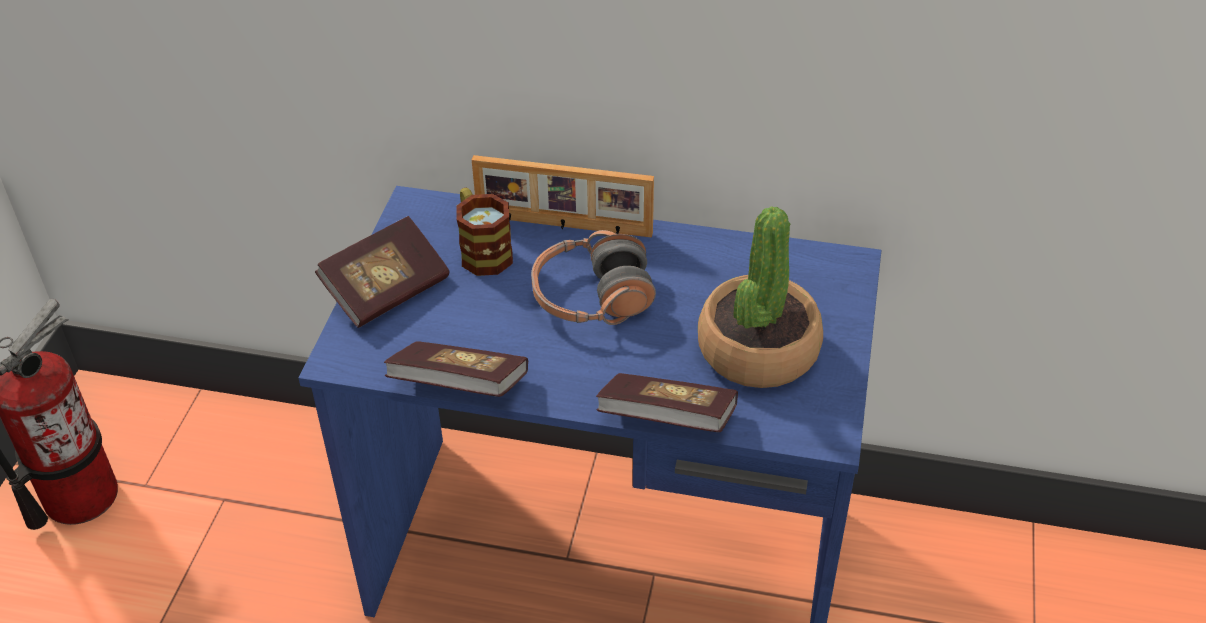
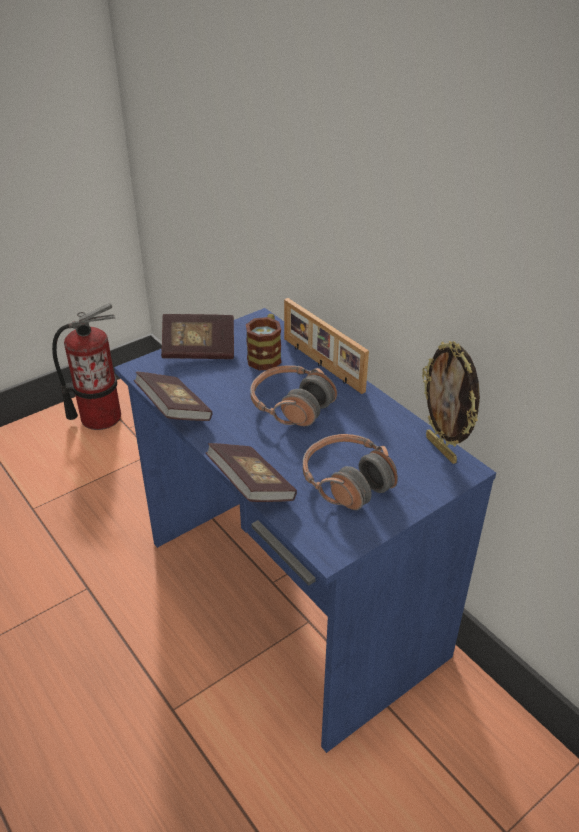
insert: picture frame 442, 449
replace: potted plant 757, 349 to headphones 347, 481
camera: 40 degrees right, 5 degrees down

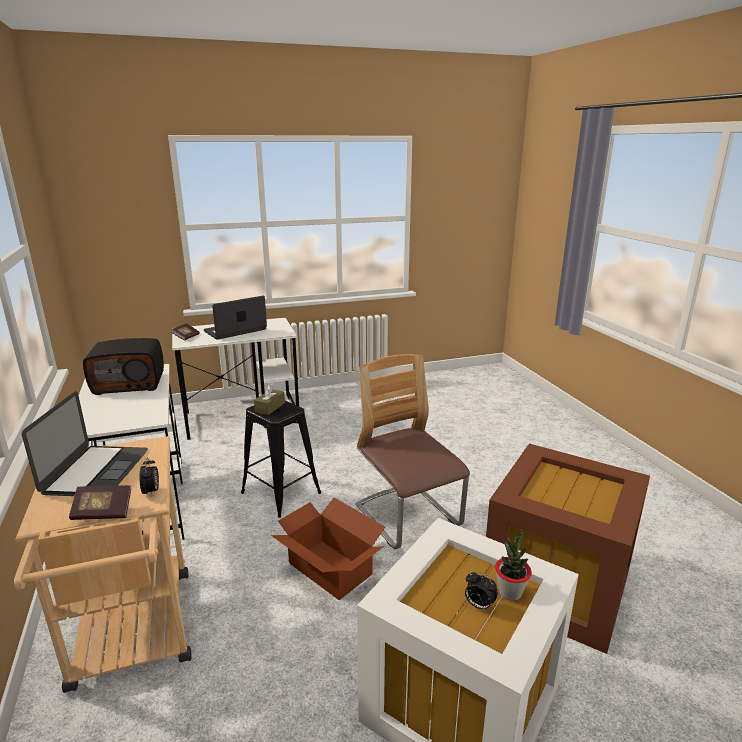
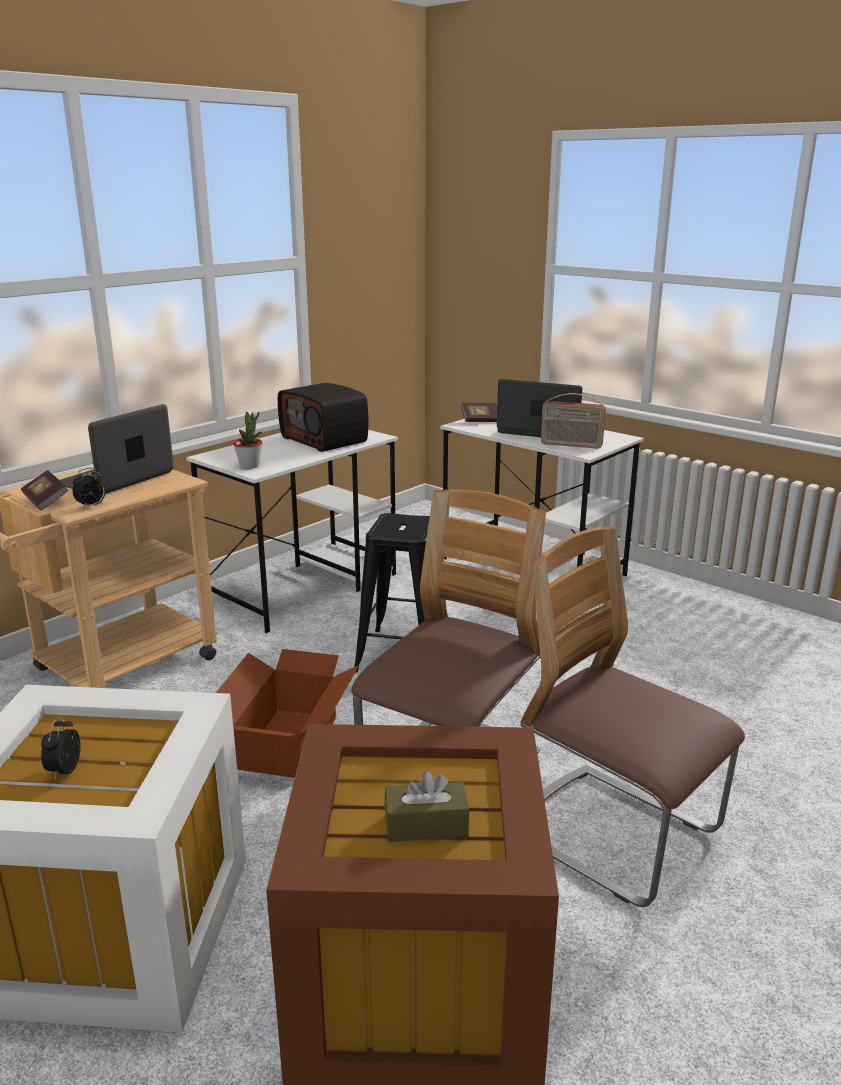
insert: chair 614, 835; radio 571, 445
move: brown tissue box 270, 407 to 426, 825; potted plant 510, 592 to 249, 466
rotate: laptop 96, 471 = 115, 478 150 degrees clockwise
camera: 60 degrees right, 0 degrees up

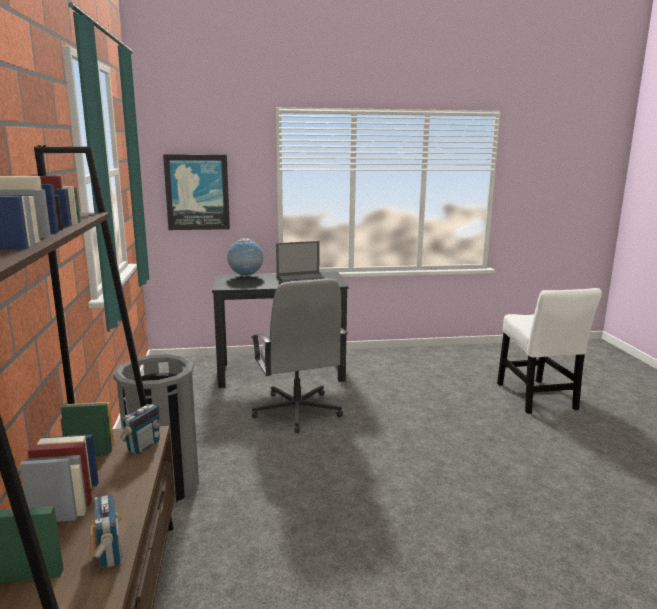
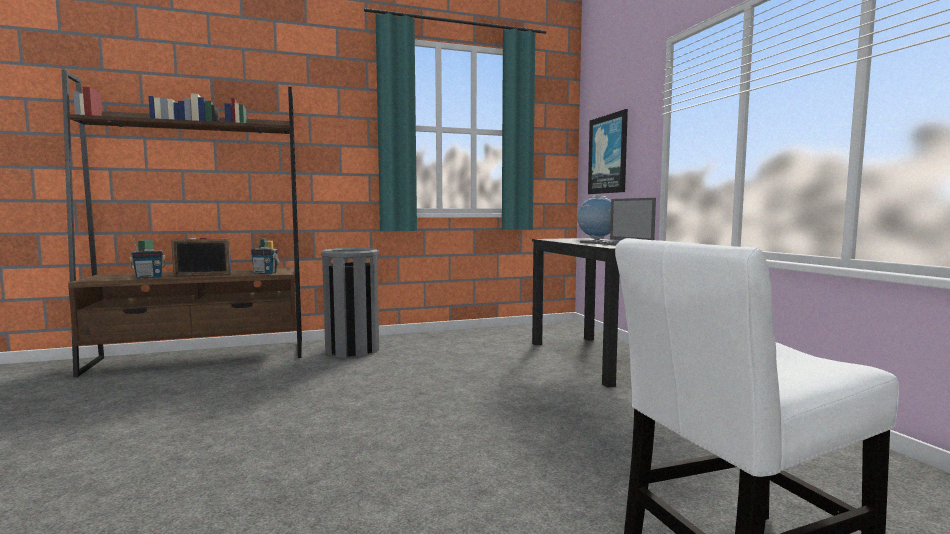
delete: grey office chair 297, 411
insert: picture frame 202, 275
camera: 80 degrees right, 10 degrees down

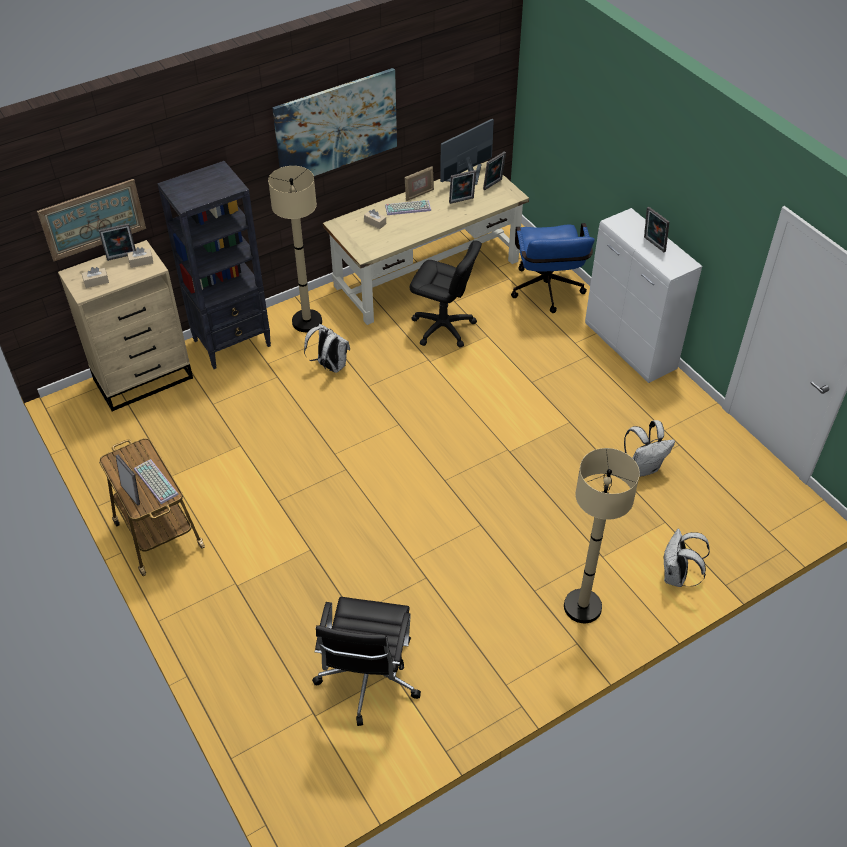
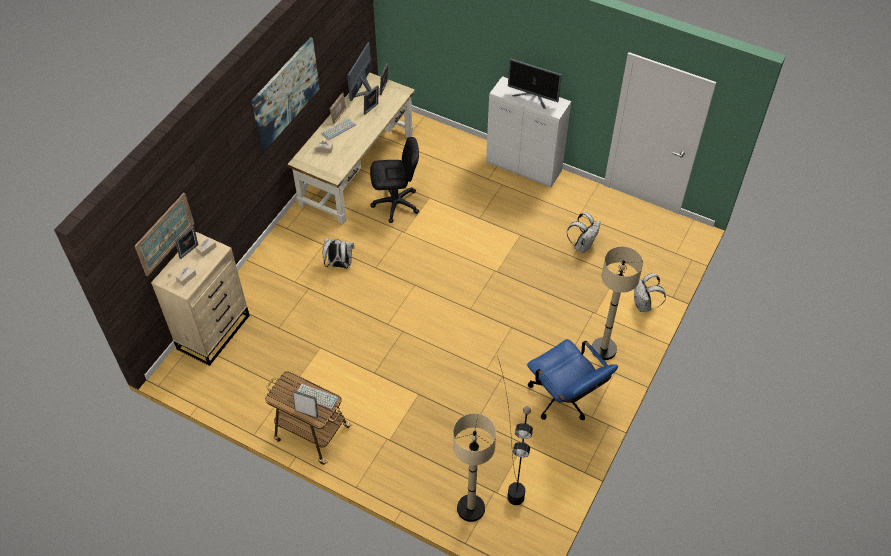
delete: black bookcase 233, 343
move: beige floor lamp 307, 322 to 471, 508; blue office chair 547, 293 to 565, 400
replace: black office chair 368, 679 to black floor lamp 511, 454; picture frame 653, 245 to monitor 533, 98
camera: 30 degrees left, 5 degrees up

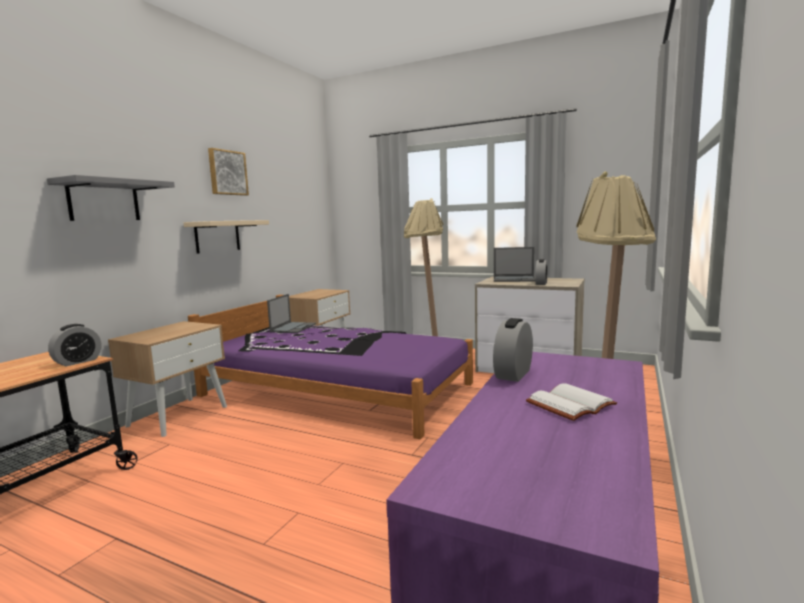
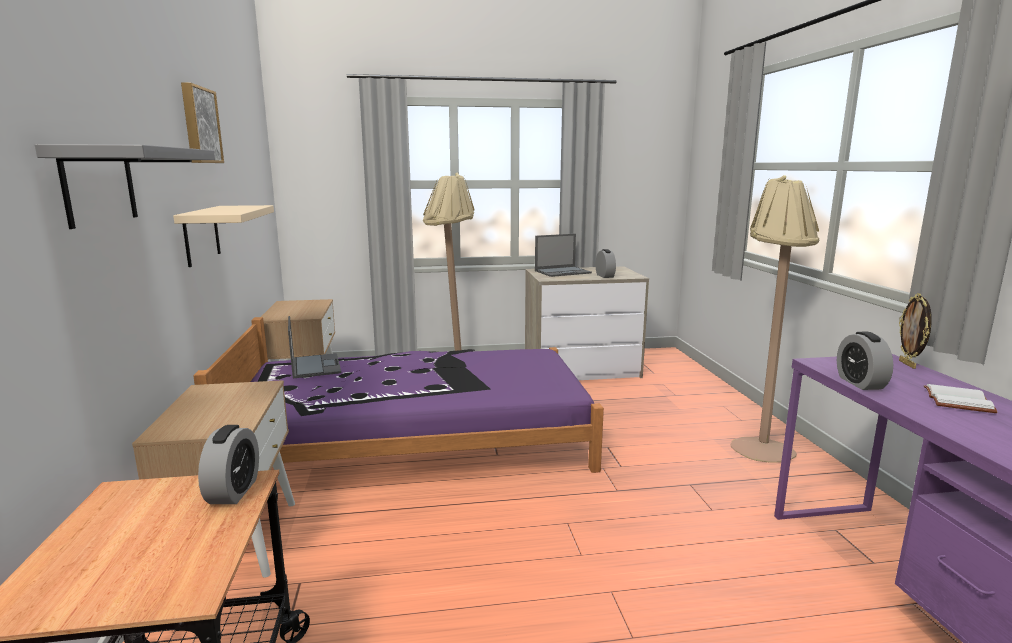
insert: picture frame 908, 364
camera: 35 degrees left, 5 degrees up

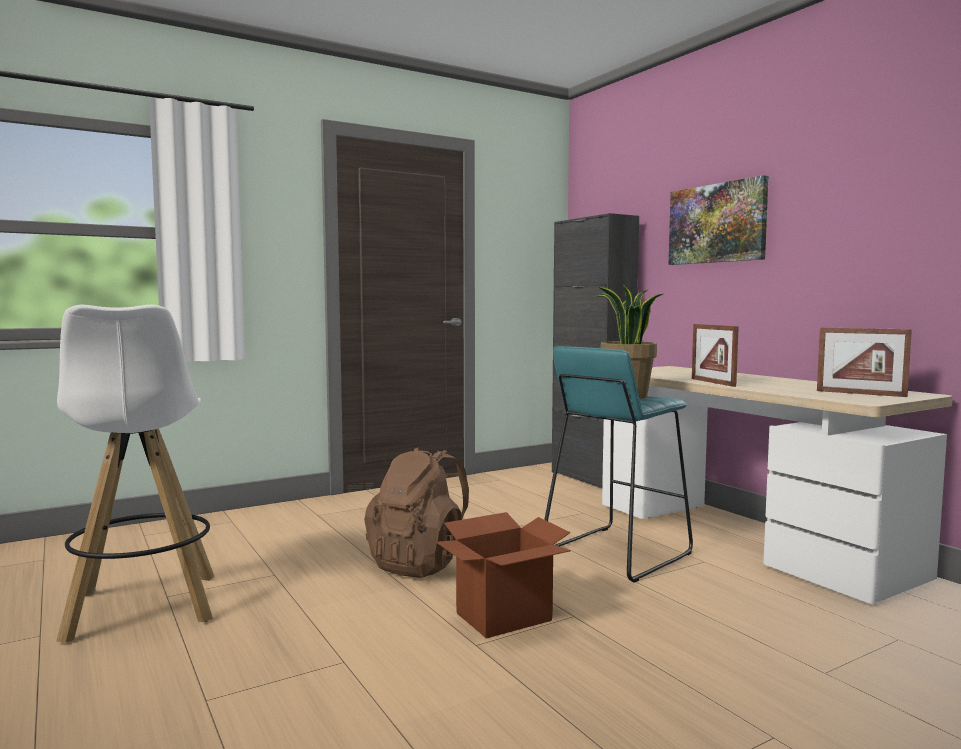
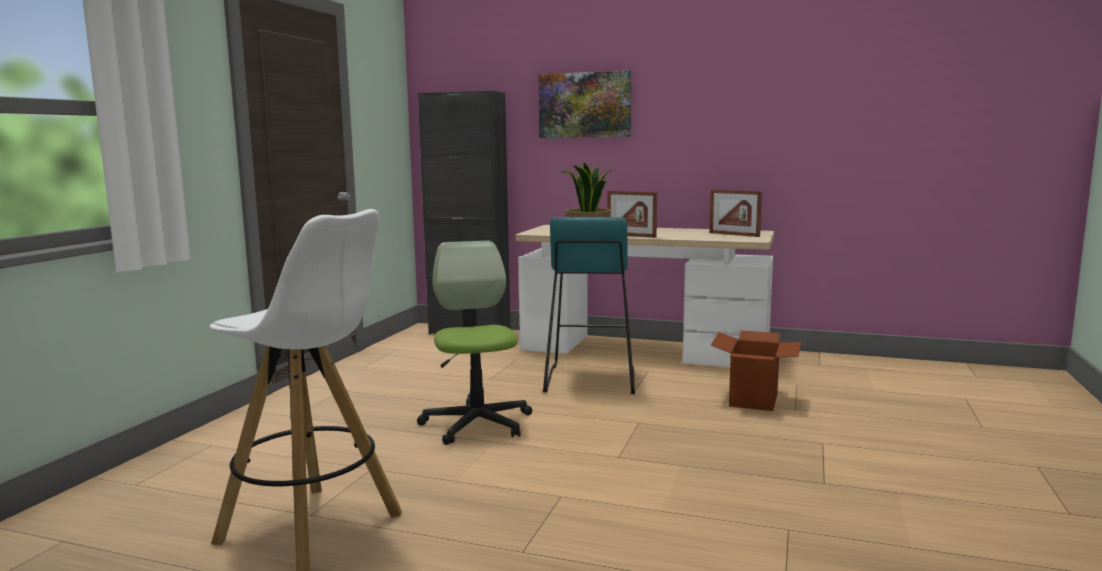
move: cardboard box 503, 617 to 753, 400
replace: brown backpack 423, 563 to office chair 477, 424
rotate: picture frame 860, 393 = 734, 234 45 degrees clockwise
camera: 40 degrees left, 5 degrees up

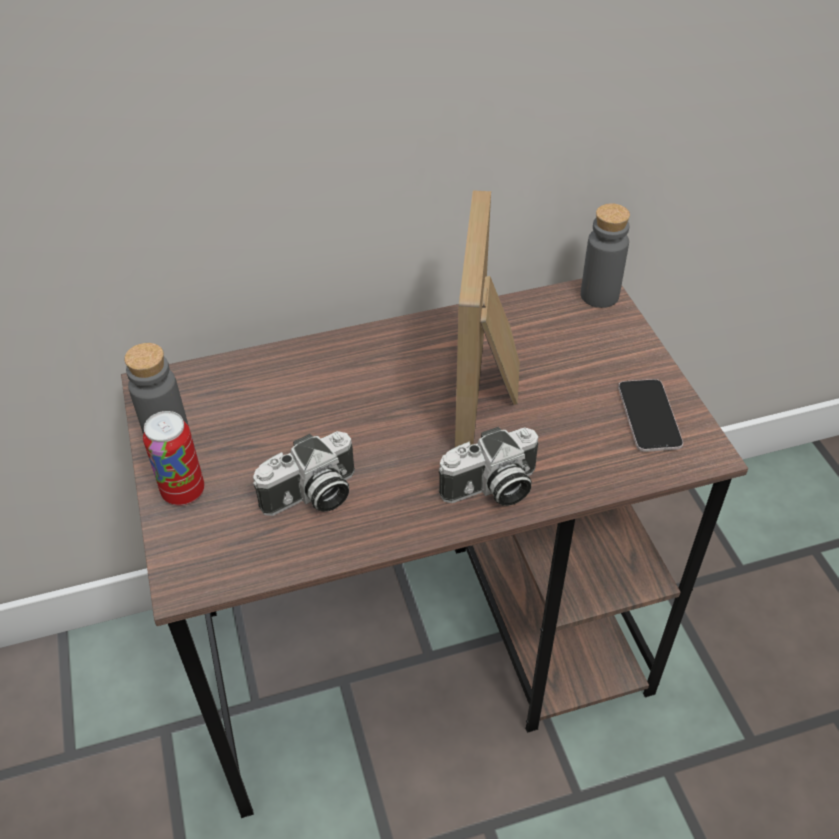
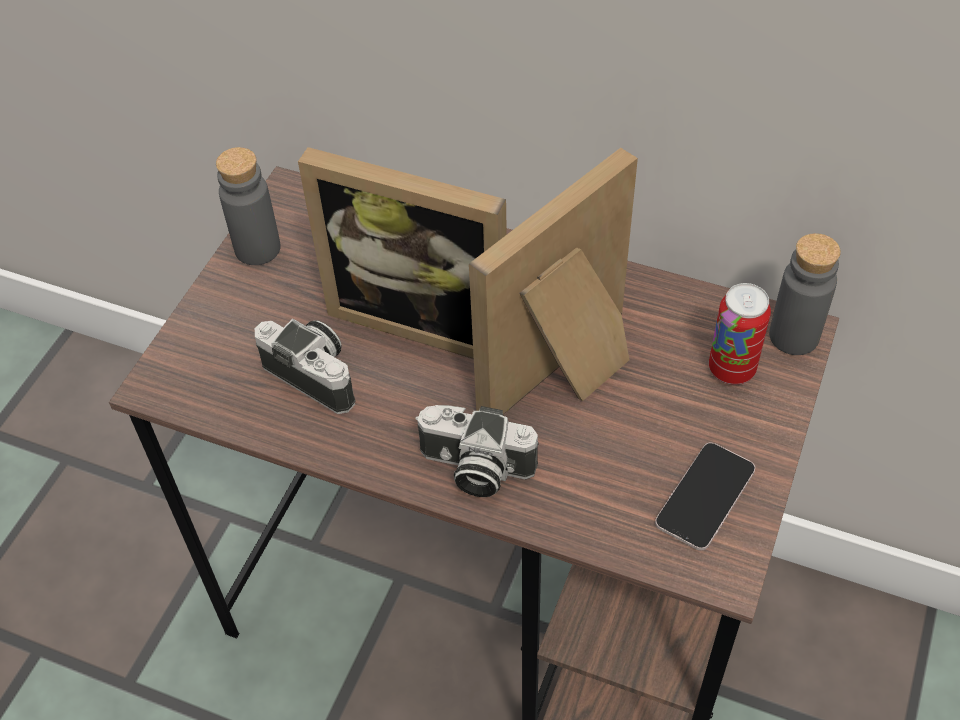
insert: picture frame 425, 317
move: can 183, 492 to 731, 369
rotate: photo camera 312, 497 = 317, 375 150 degrees counterclockwise
camera: 40 degrees right, 5 degrees up

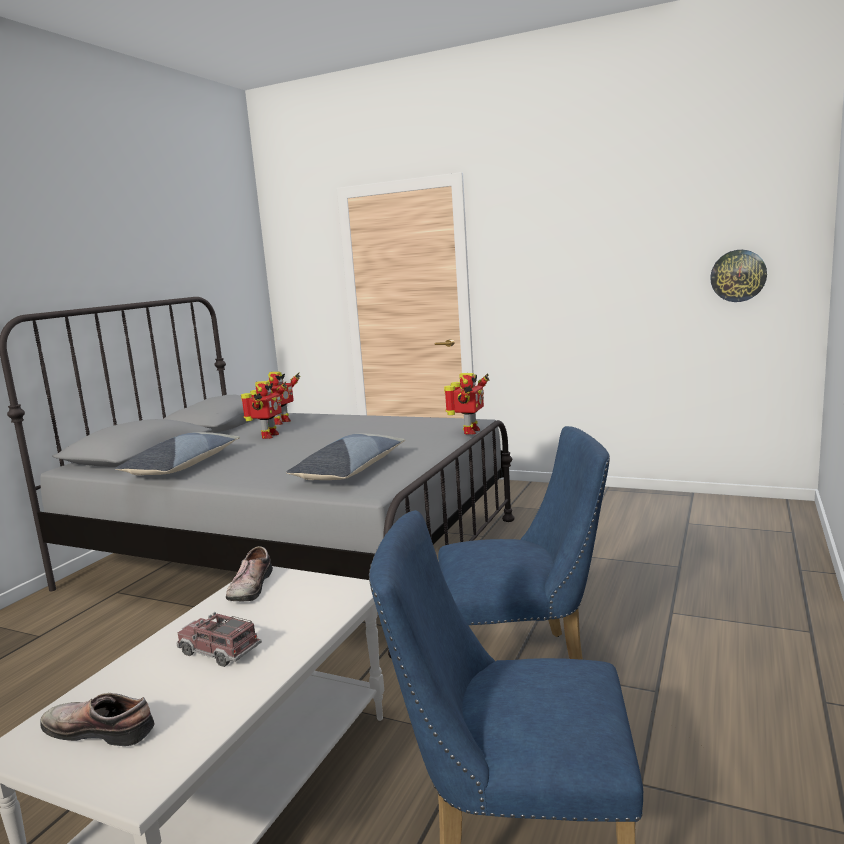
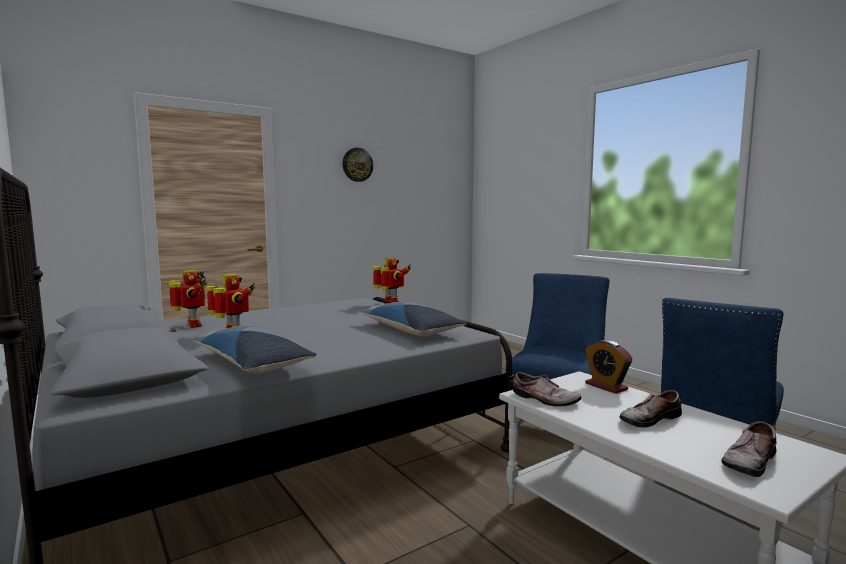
insert: alarm clock 606, 386
move: wall clock 738, 275 to 357, 164
replace: toy truck 219, 651 to shoe 648, 418
camera: 60 degrees left, 5 degrees down

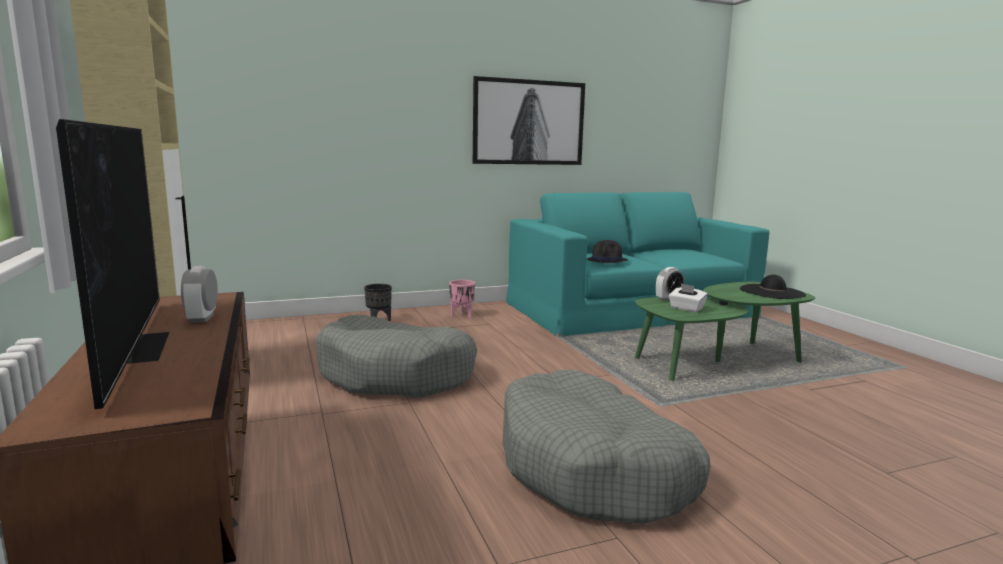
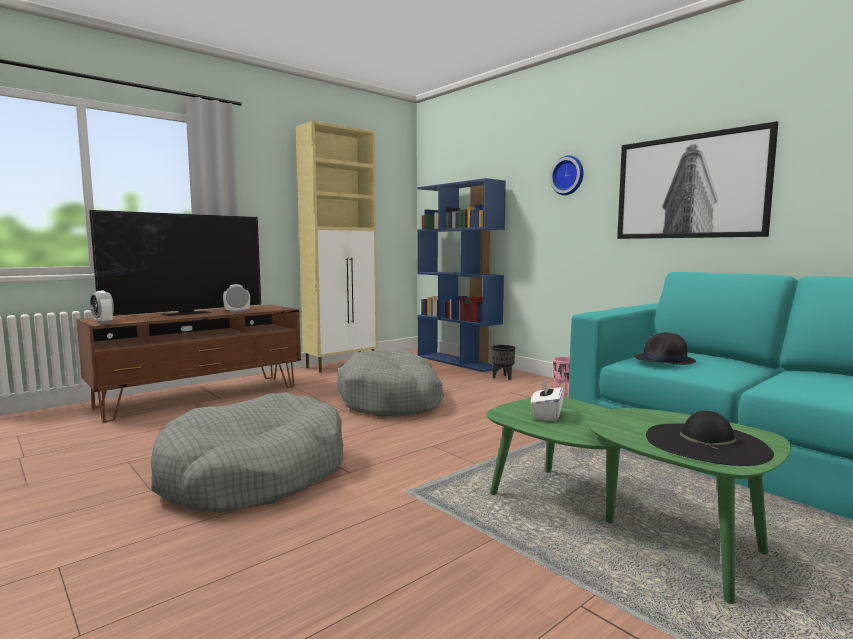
insert: blue bookcase 458, 362; wall clock 568, 175
move: alarm clock 668, 299 to 103, 323
camera: 70 degrees right, 5 degrees down

